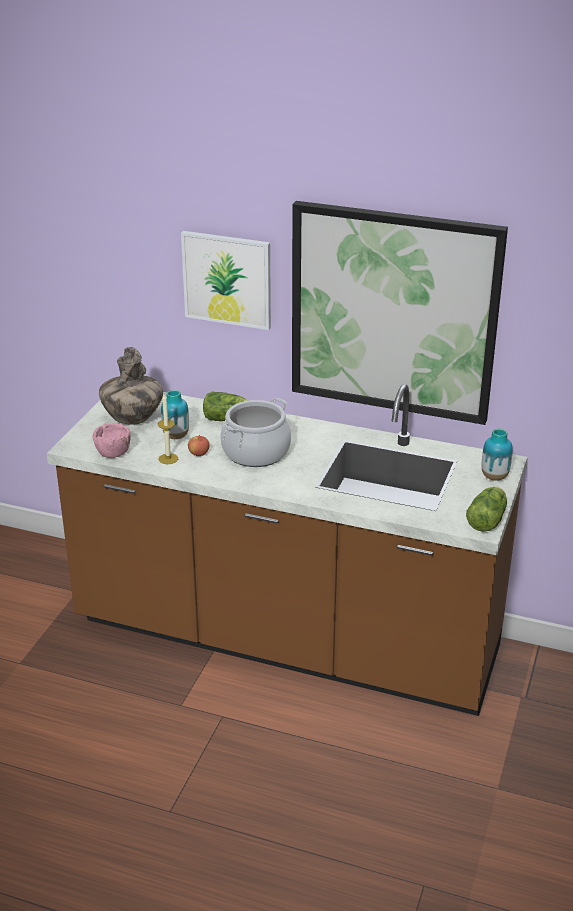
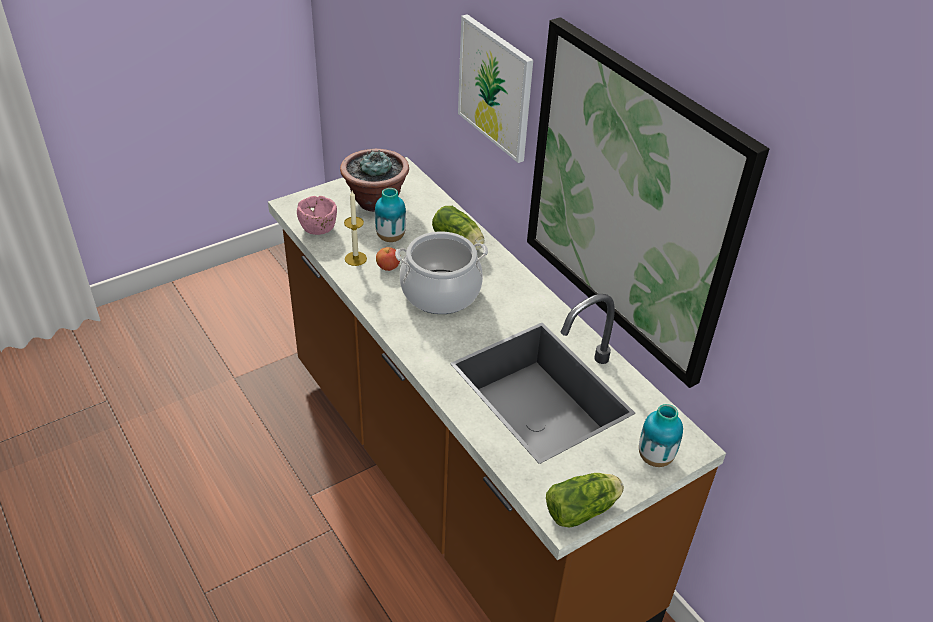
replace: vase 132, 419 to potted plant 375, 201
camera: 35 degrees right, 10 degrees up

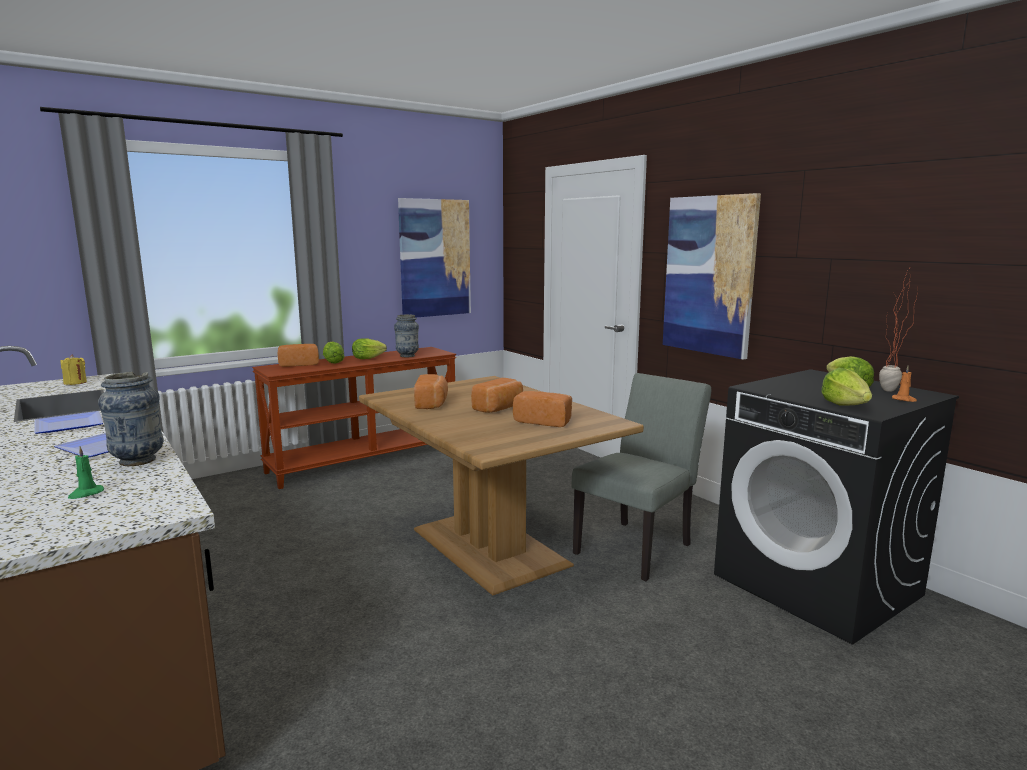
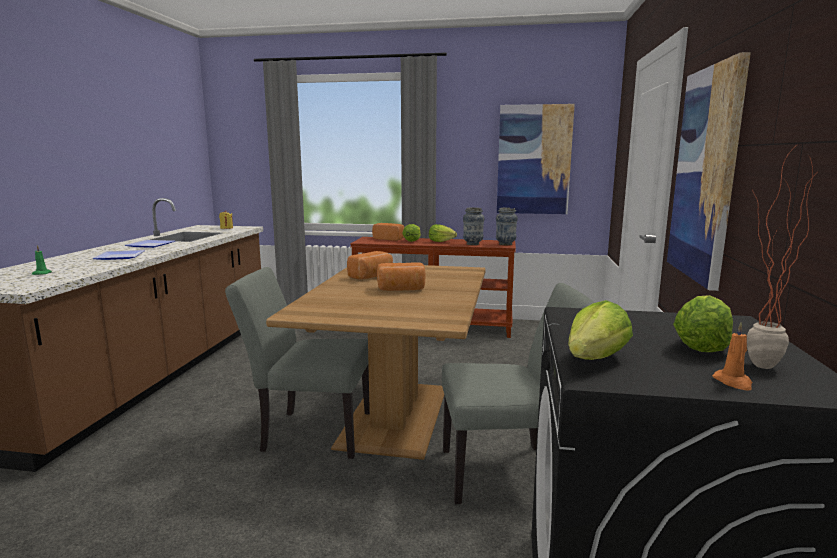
delete: bread 544, 421
insert: grey chair 309, 433
move: vase 138, 461 to 505, 244
camera: 45 degrees right, 0 degrees up

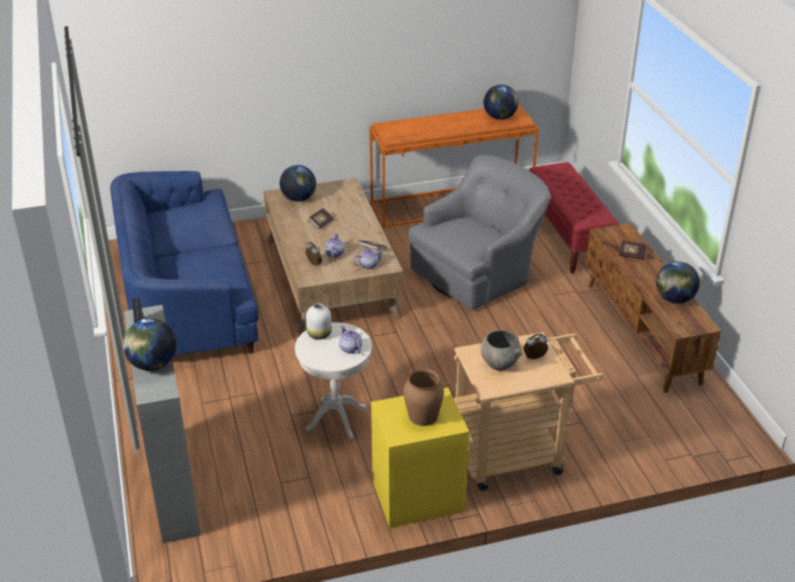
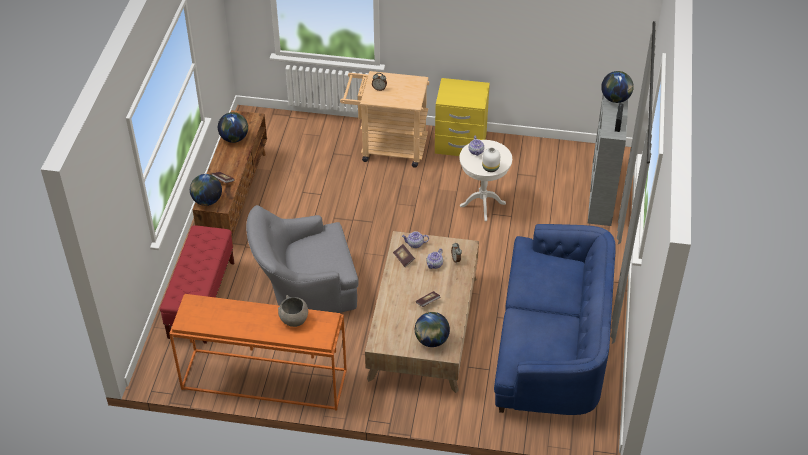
delete: brown vase 423, 415
move: grey bowl 499, 363 to 294, 320; globe 500, 117 to 207, 201
camera: 155 degrees left, 10 degrees up

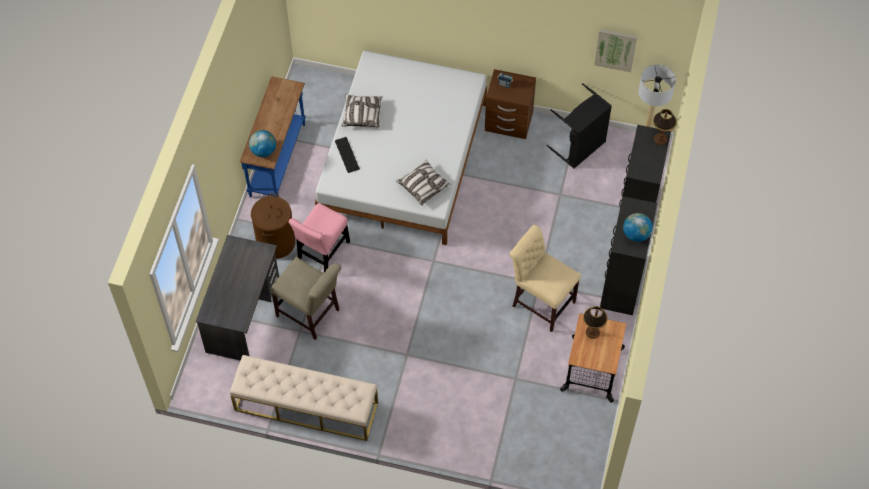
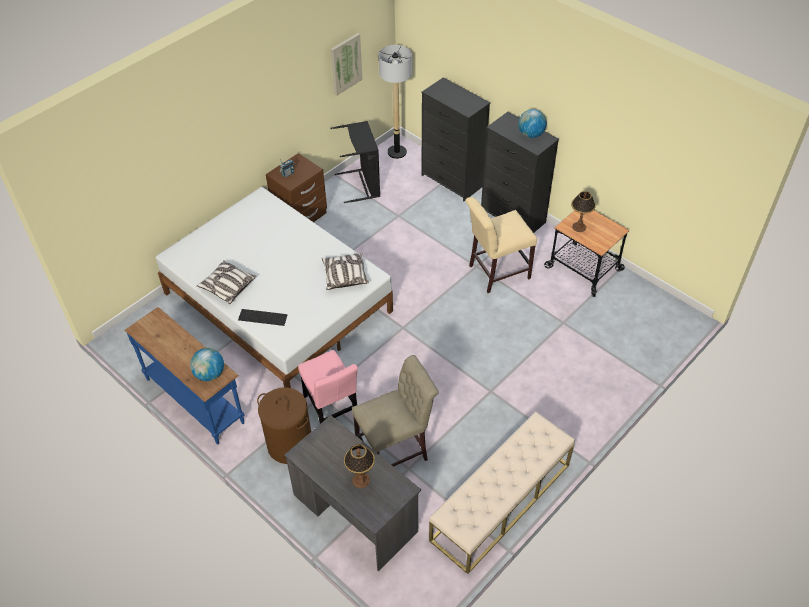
move: table lamp 660, 138 to 361, 480
camera: 60 degrees left, 10 degrees down

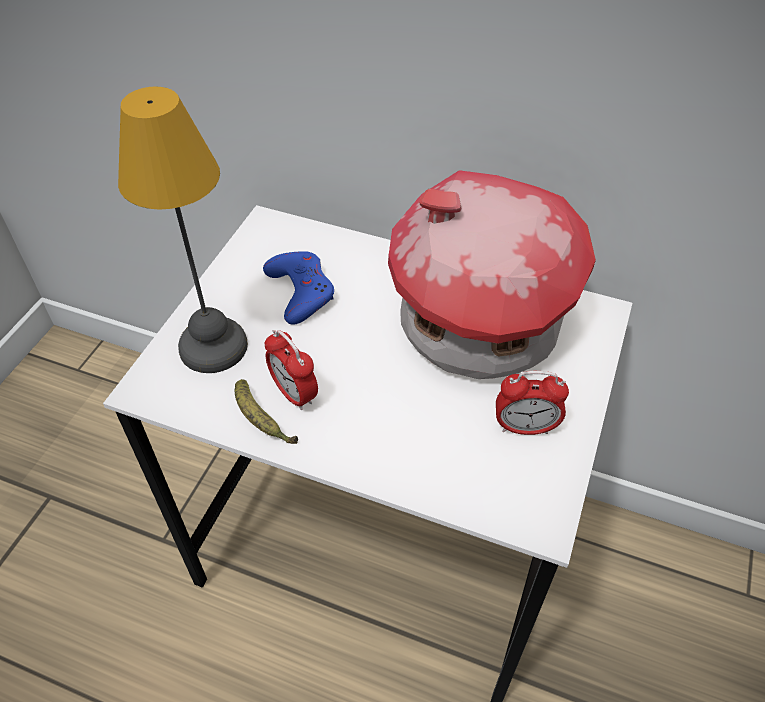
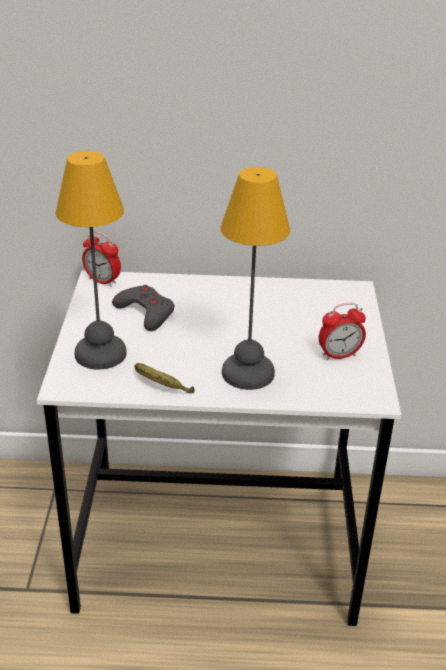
delete: toy house 476, 328
insert: table lamp 250, 373
move: alarm clock 294, 394 to 102, 281
recolor: blue game controller 300, 291 to grey game controller 145, 312
camera: 20 degrees left, 15 degrees down

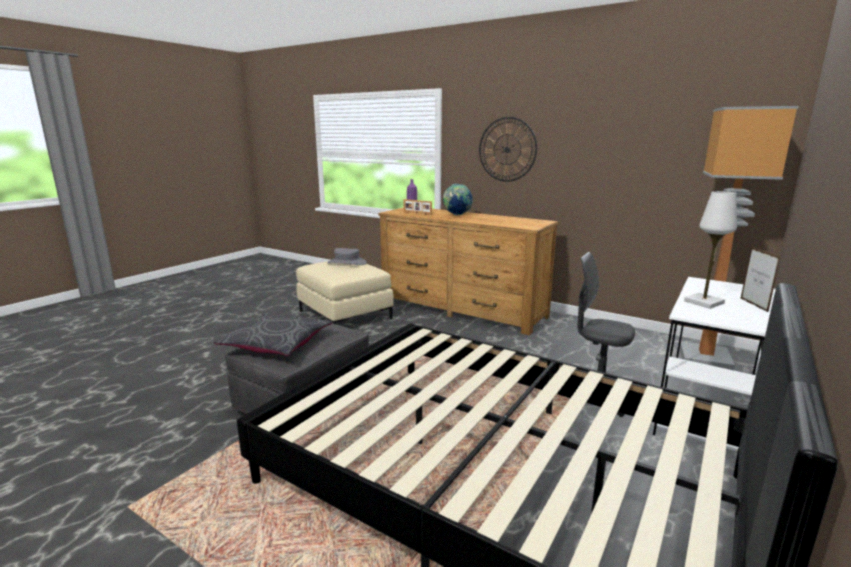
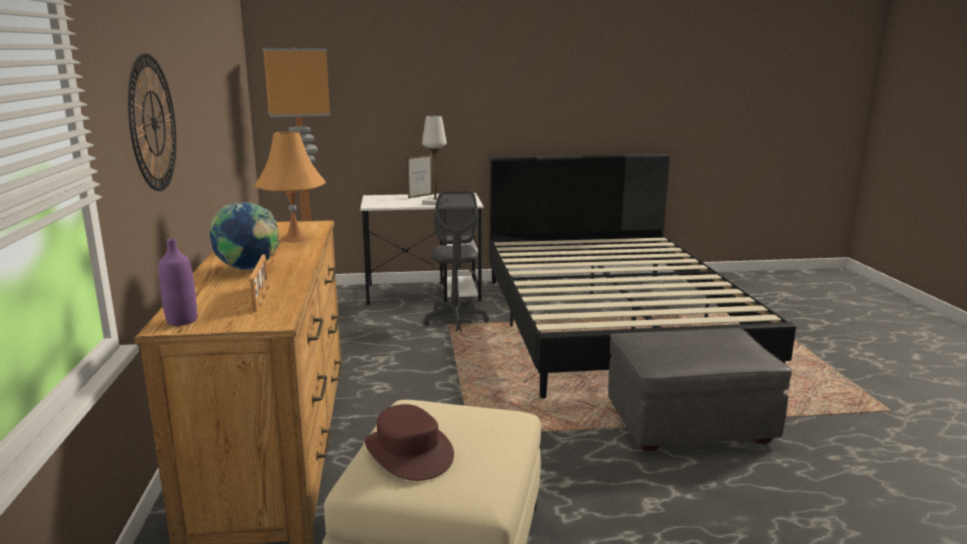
delete: grey pillow 277, 343
insert: orange table lamp 294, 239
recolor: grey hat 347, 263 to brown hat 408, 452
camera: 130 degrees left, 0 degrees up

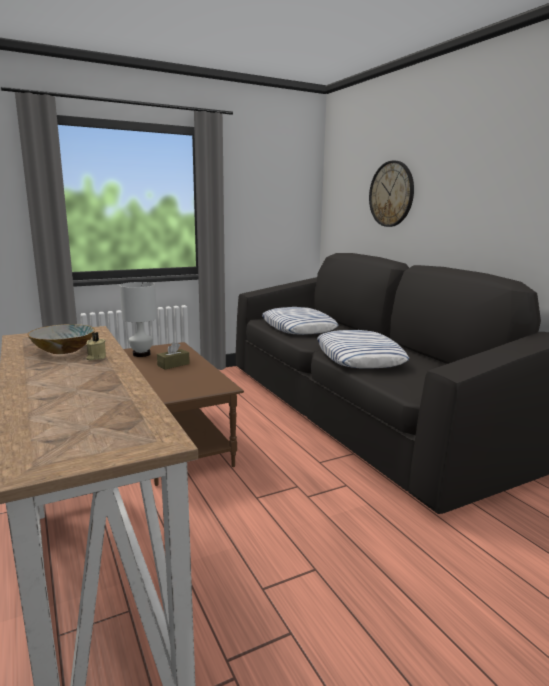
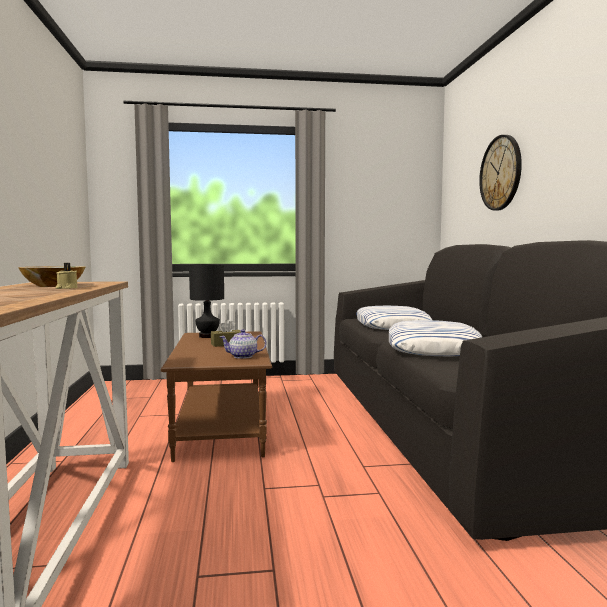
insert: teapot 243, 356
recolor: white table lamp 141, 354 to black table lamp 207, 336
camera: 20 degrees right, 10 degrees down

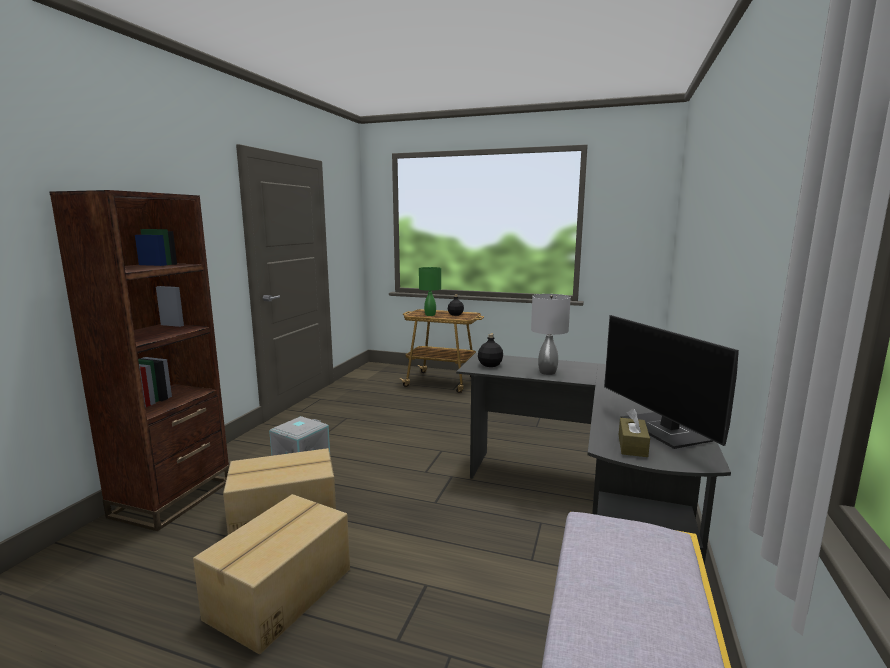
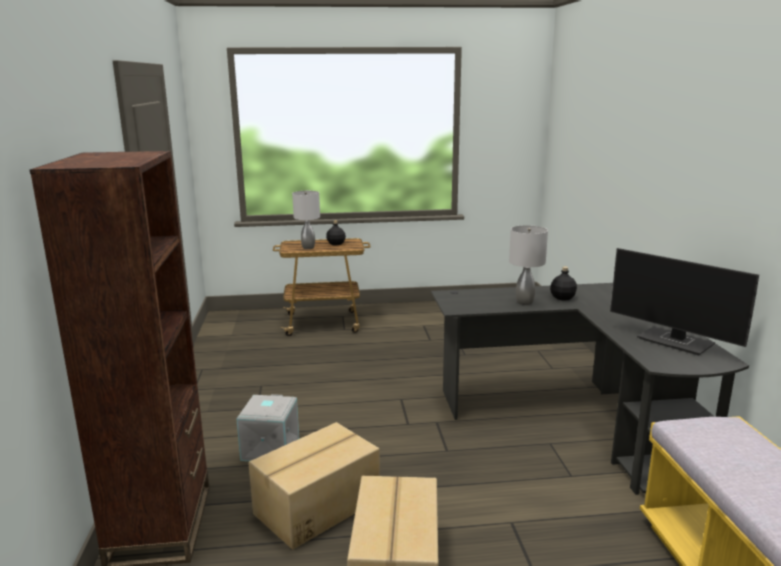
delete: brown tissue box 632, 445
move: black bottle 490, 365 to 562, 298
recolor: green table lamp 430, 315 to grey table lamp 308, 248
camera: 25 degrees left, 5 degrees up

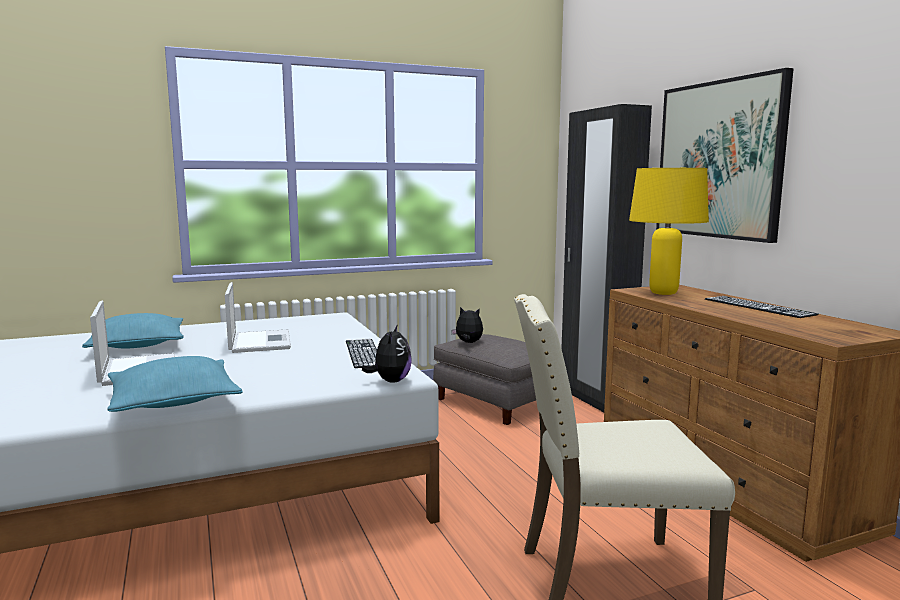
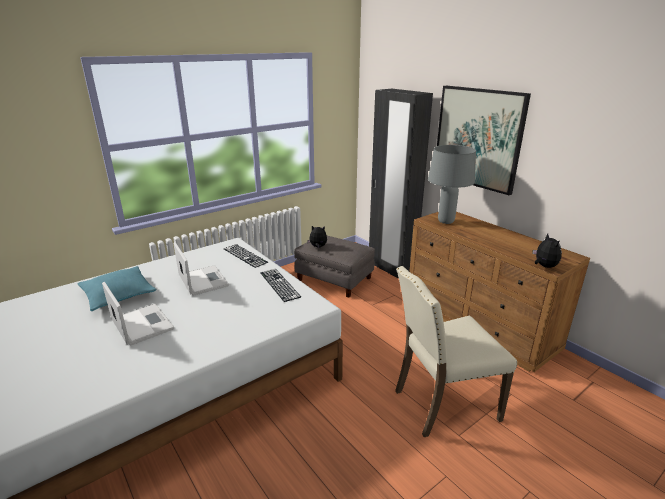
delete: turquoise pillow 174, 400
move: plush toy 390, 381 to 544, 266; keyboard 758, 307 to 245, 255
recolor: yellow table lamp 664, 293 to grey table lamp 446, 221
camera: 15 degrees left, 15 degrees up

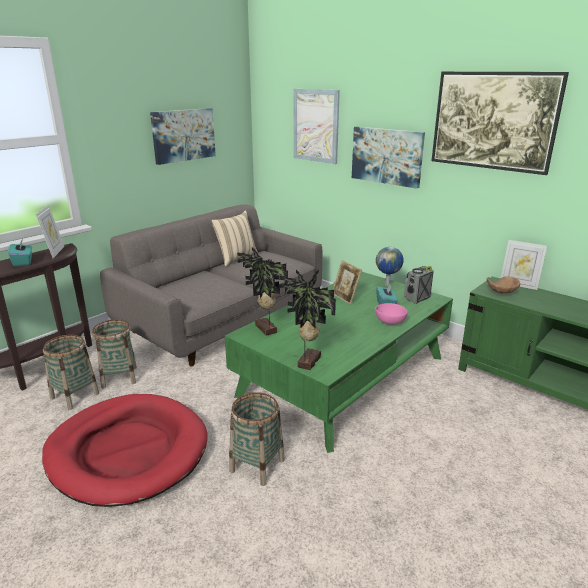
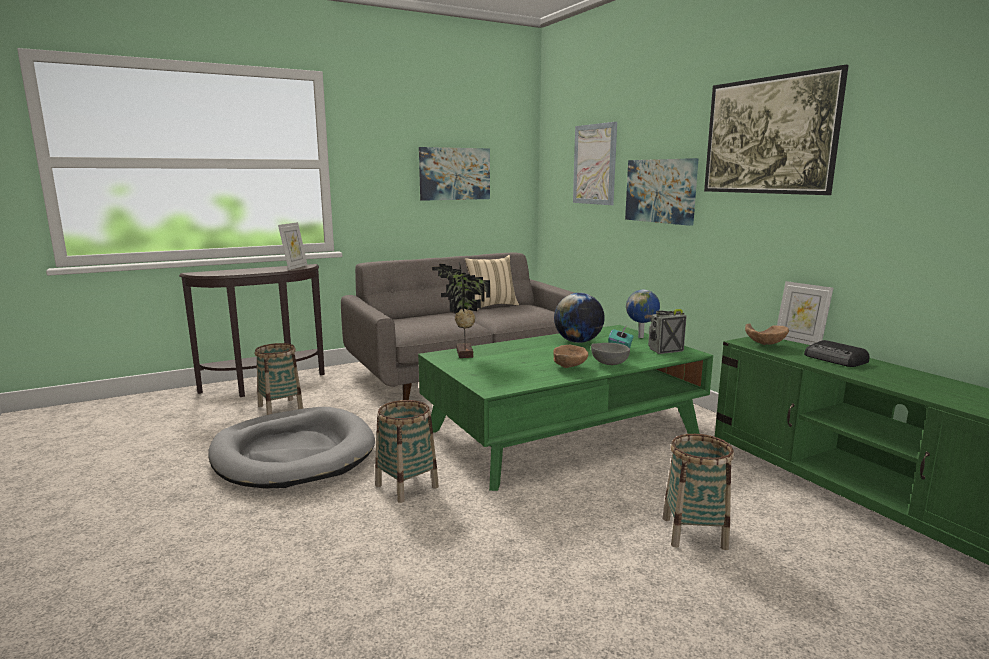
delete: turquoise tissue box 23, 262; potted plant 307, 362
insert: brown bowl 570, 367; radio 835, 359
move: basket 119, 377 to 694, 533
replace: picture frame 345, 297 to globe 578, 342
recolor: red dog bed 127, 451 to grey dog bed 293, 453; pink bowl 389, 322 to grey bowl 608, 363
camera: 20 degrees right, 10 degrees down

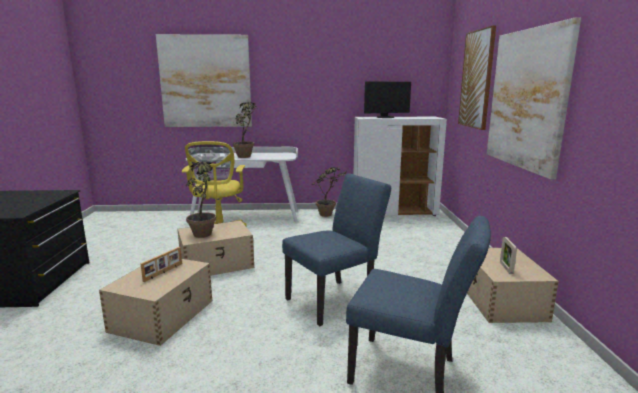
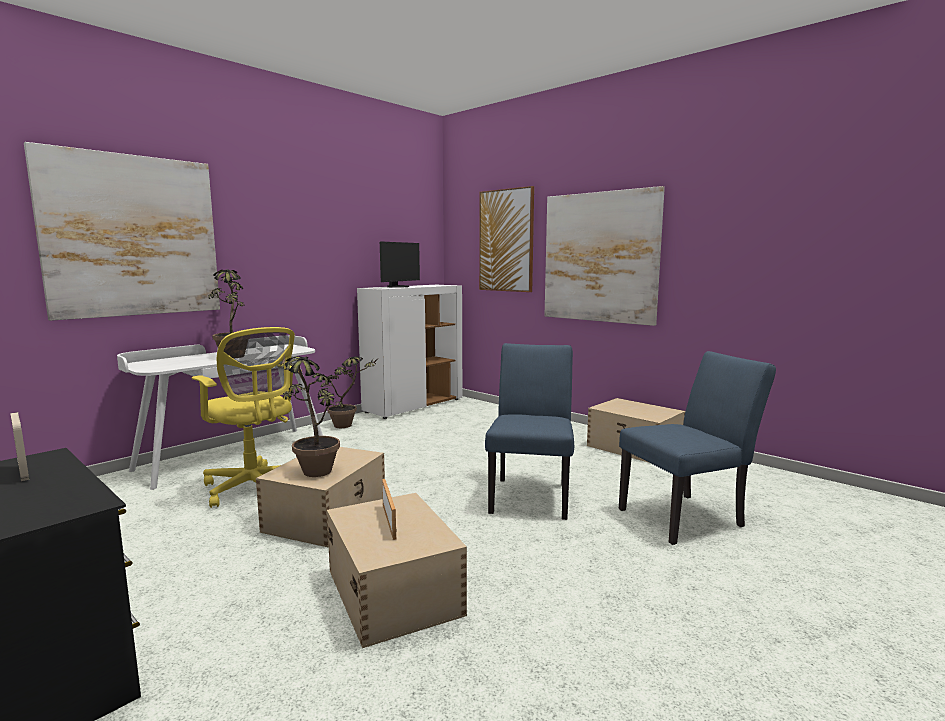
move: picture frame 506, 268 to 23, 473
camera: 45 degrees left, 5 degrees down

